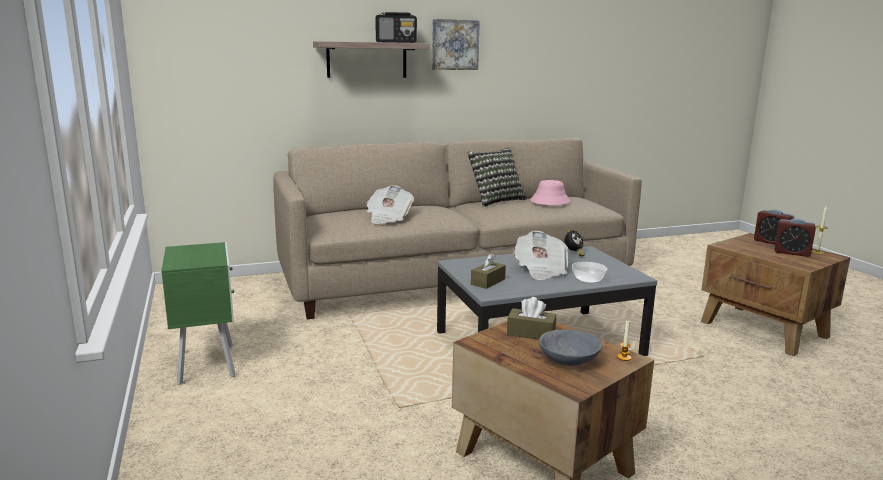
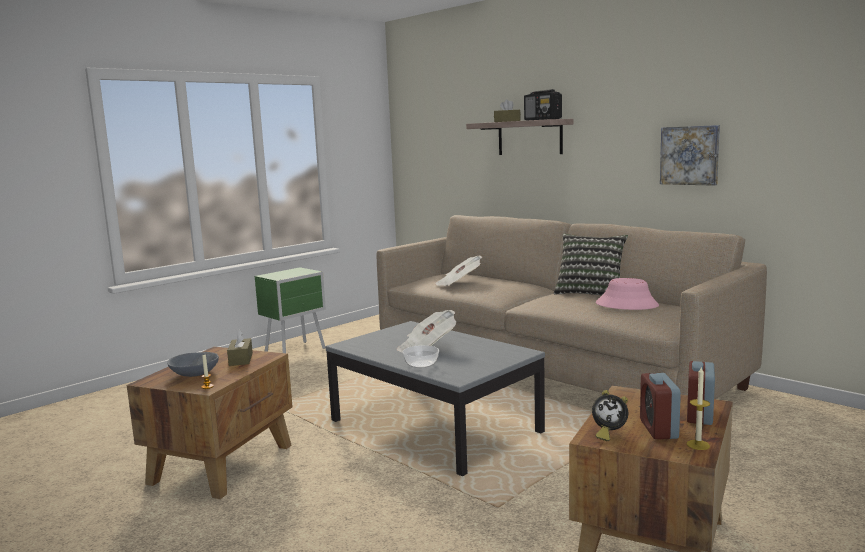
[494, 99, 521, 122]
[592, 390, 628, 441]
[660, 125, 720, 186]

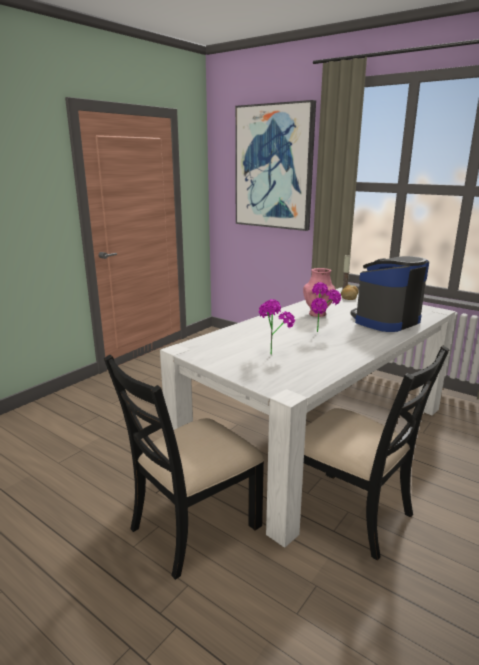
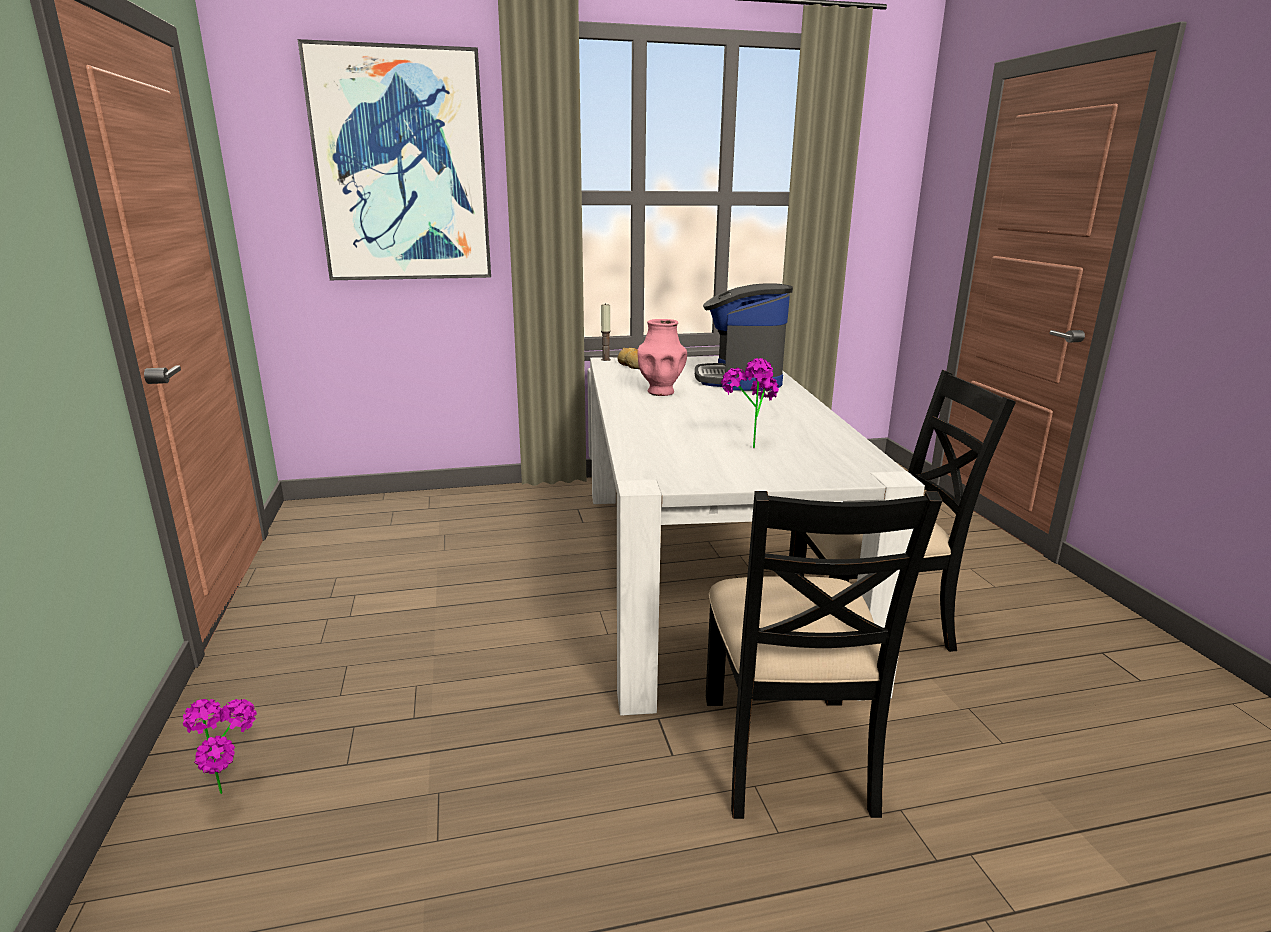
[183, 699, 257, 794]

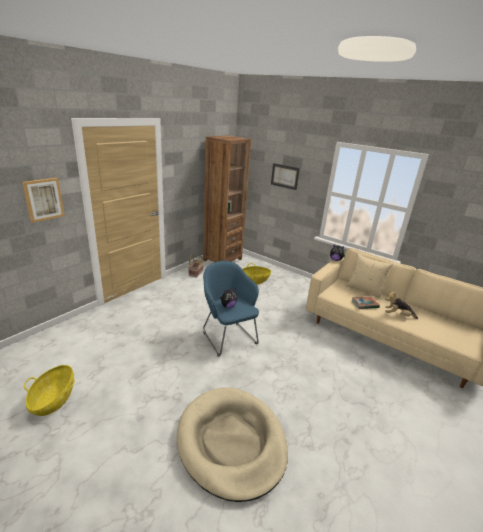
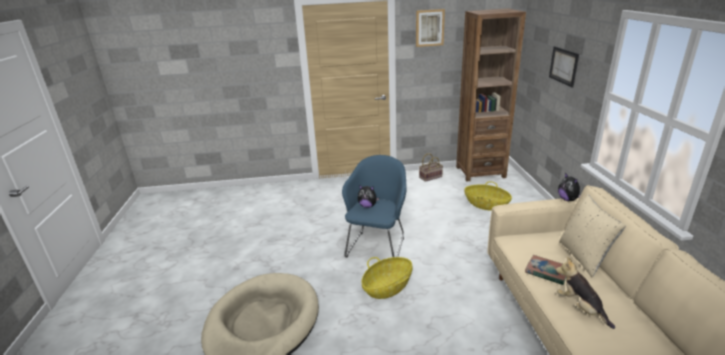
[362, 257, 412, 299]
[416, 9, 445, 47]

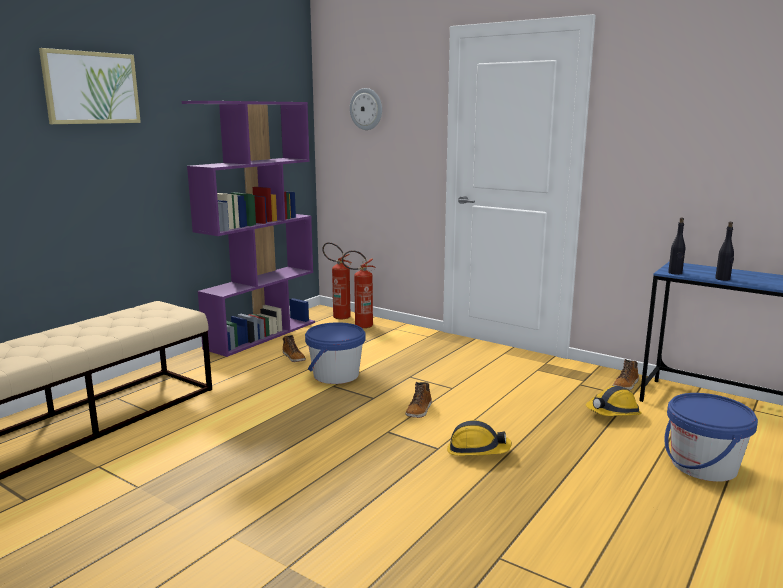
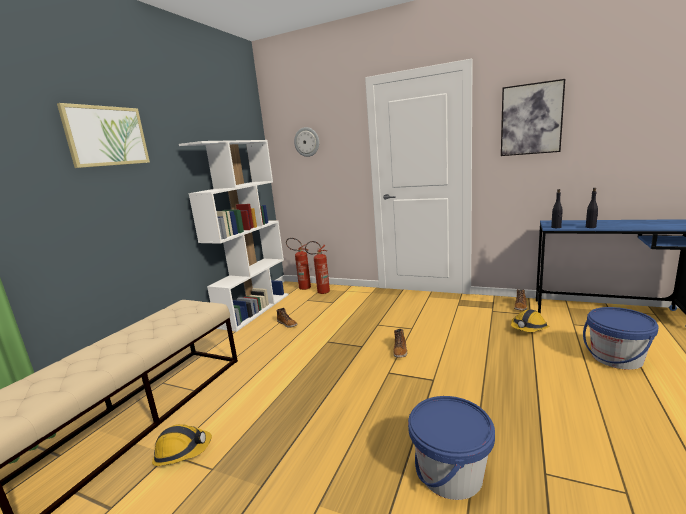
[152, 424, 212, 466]
[179, 140, 289, 332]
[408, 396, 495, 500]
[501, 79, 565, 156]

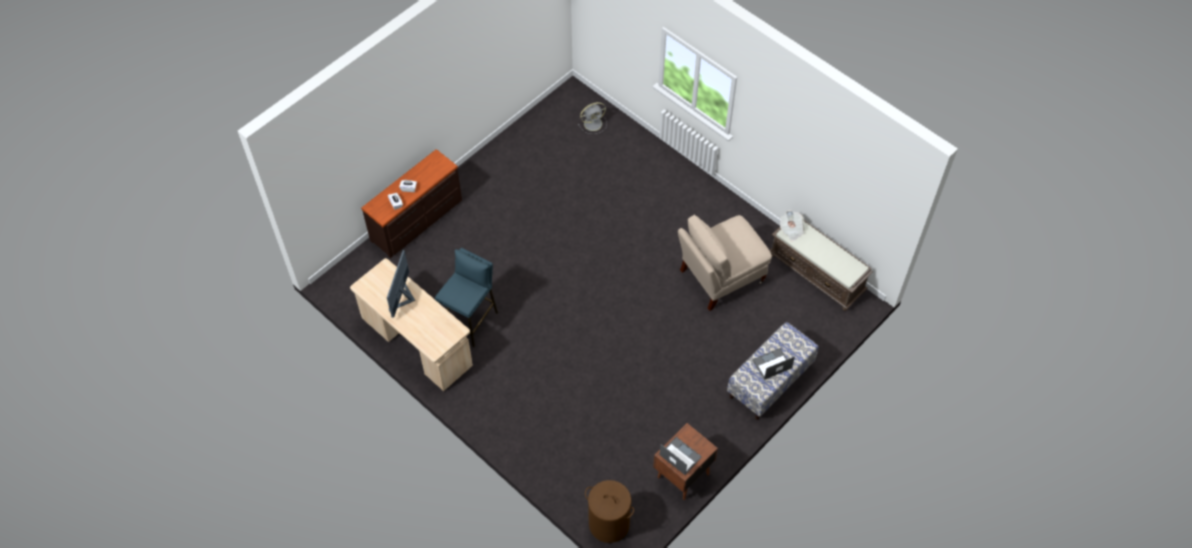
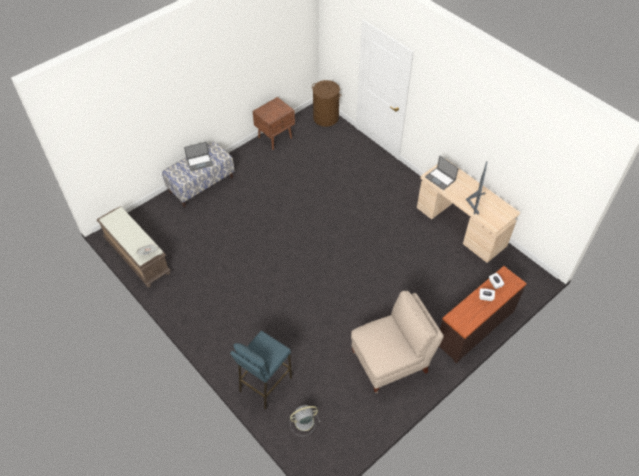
[230, 331, 292, 410]
[351, 291, 444, 393]
[425, 155, 459, 190]

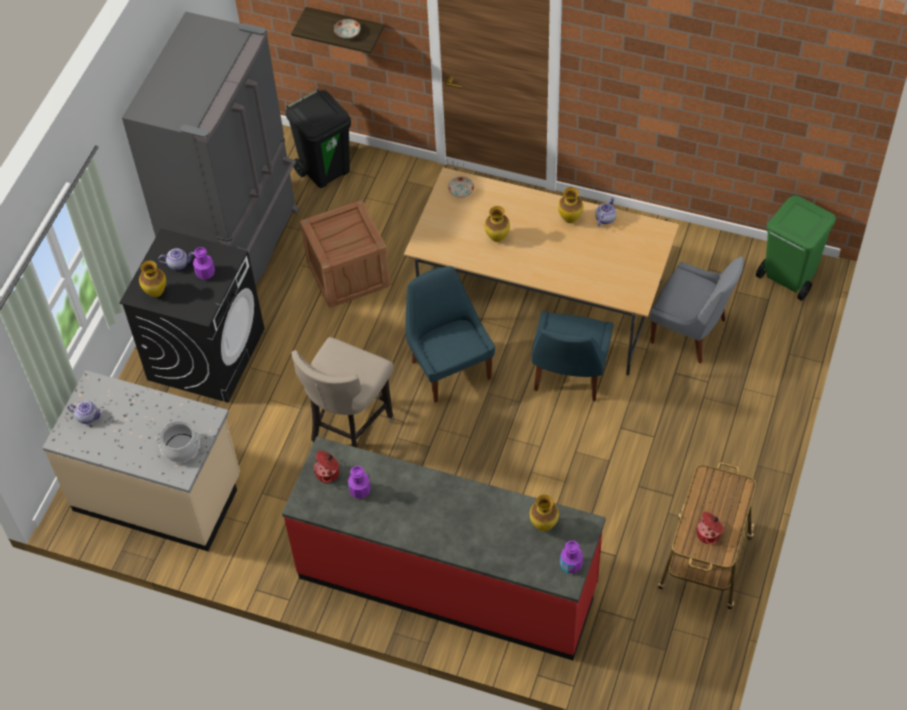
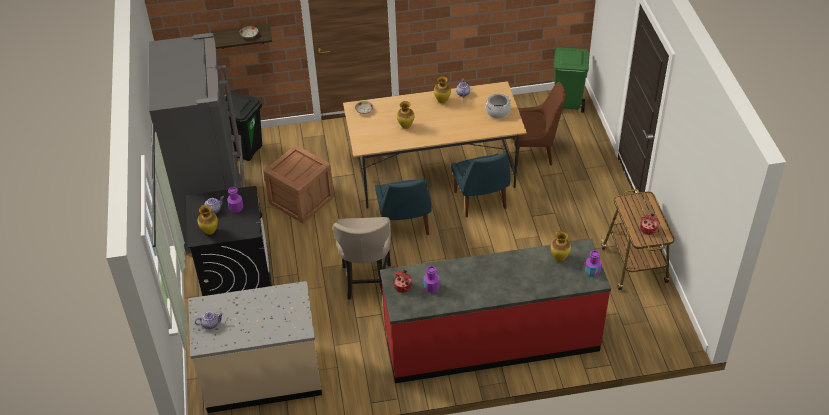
[375, 178, 432, 235]
[486, 93, 511, 119]
[513, 82, 566, 166]

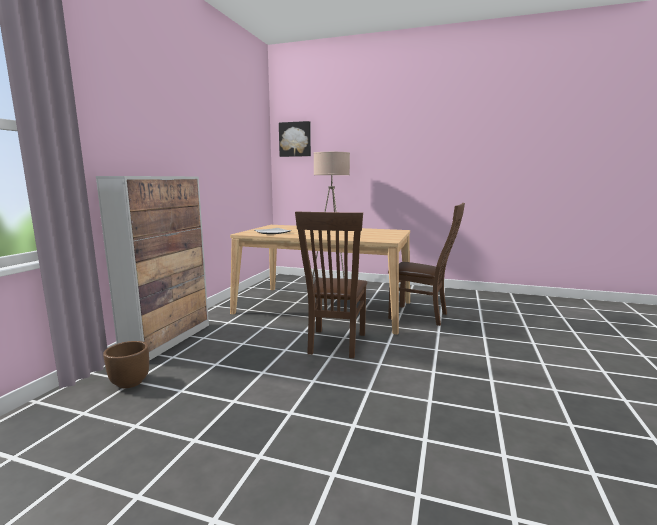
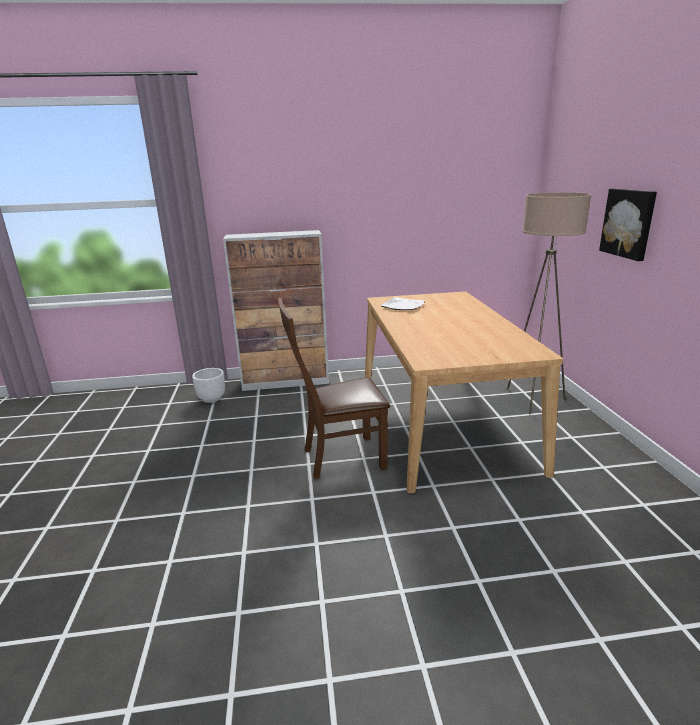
[192, 368, 225, 403]
[599, 188, 657, 261]
[388, 203, 465, 326] (first image)

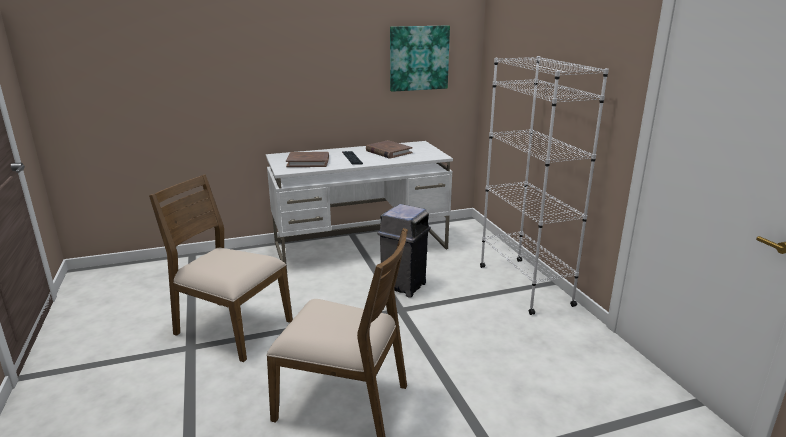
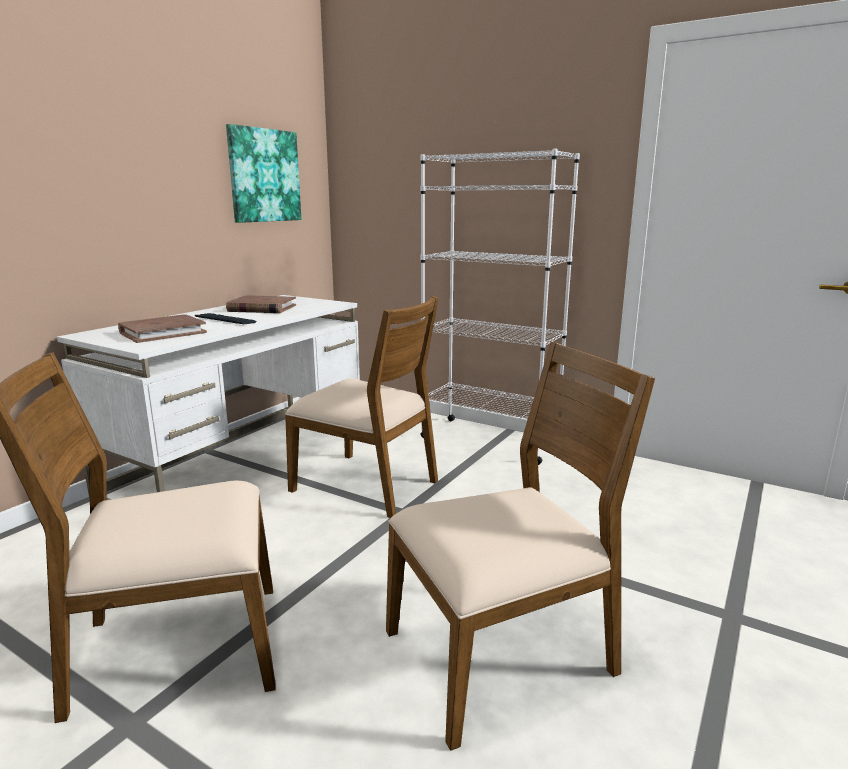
[285, 296, 439, 518]

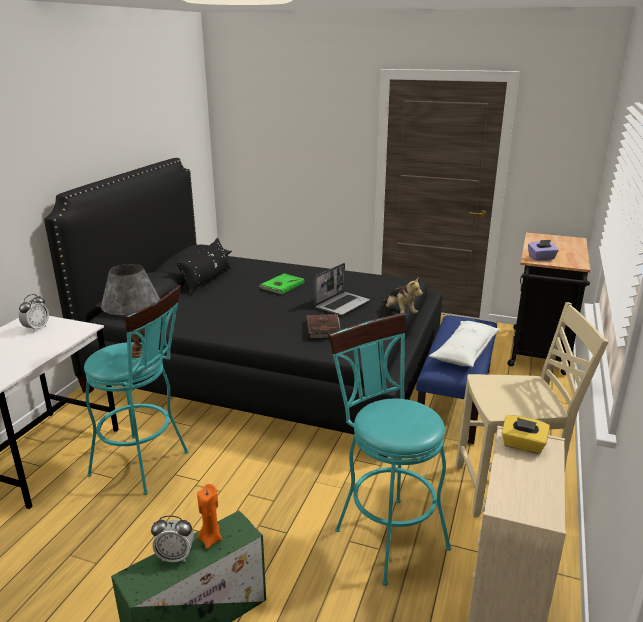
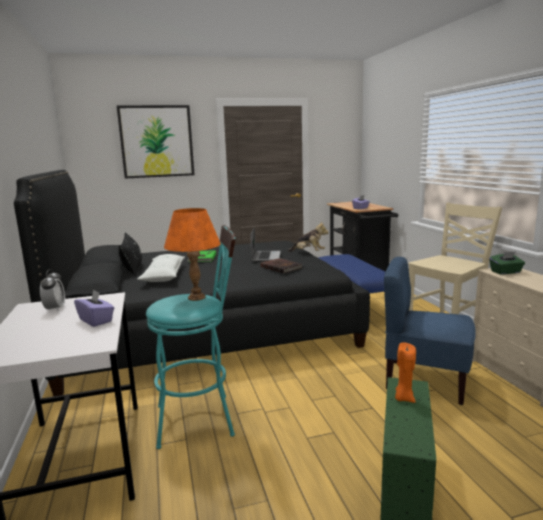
[74, 289, 114, 327]
[117, 105, 195, 179]
[137, 254, 185, 282]
[164, 208, 221, 301]
[384, 257, 476, 405]
[489, 251, 525, 275]
[151, 516, 194, 562] (first image)

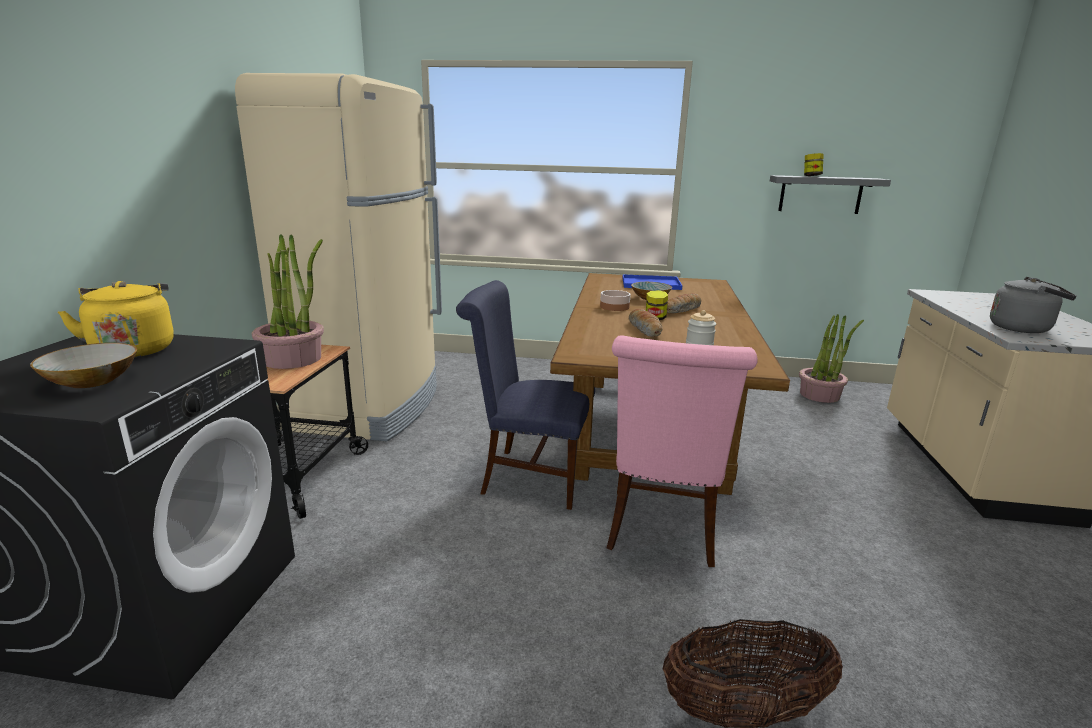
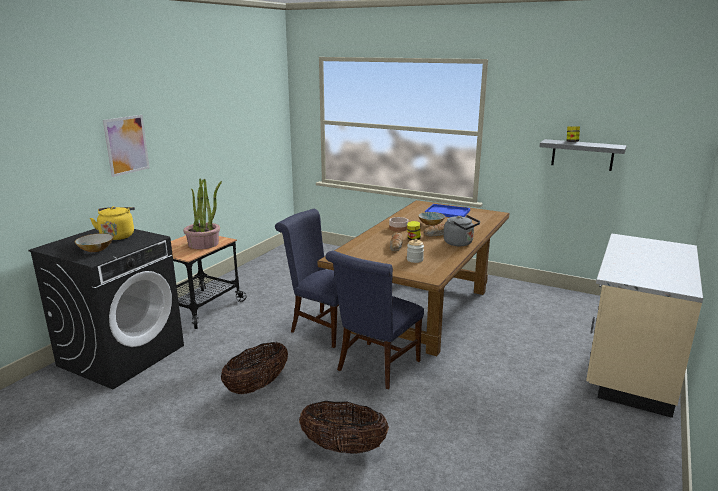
[103, 115, 150, 177]
[221, 342, 288, 394]
[325, 251, 424, 389]
[444, 215, 480, 246]
[235, 73, 442, 441] (first image)
[799, 314, 864, 403] (first image)

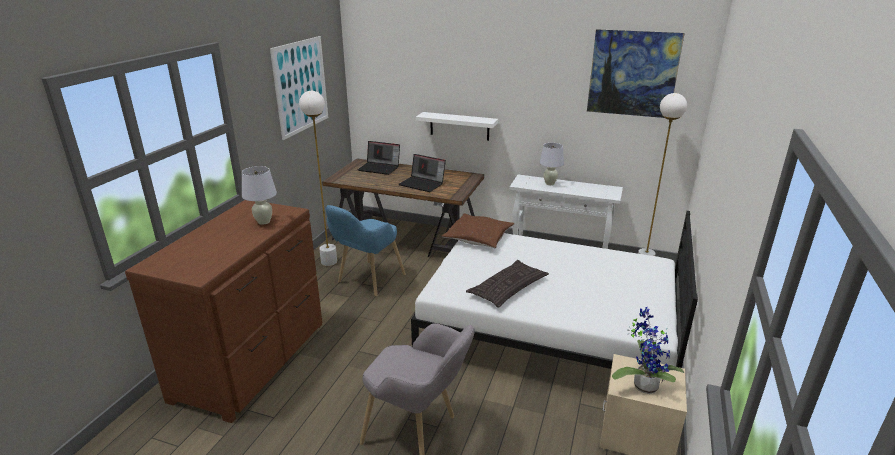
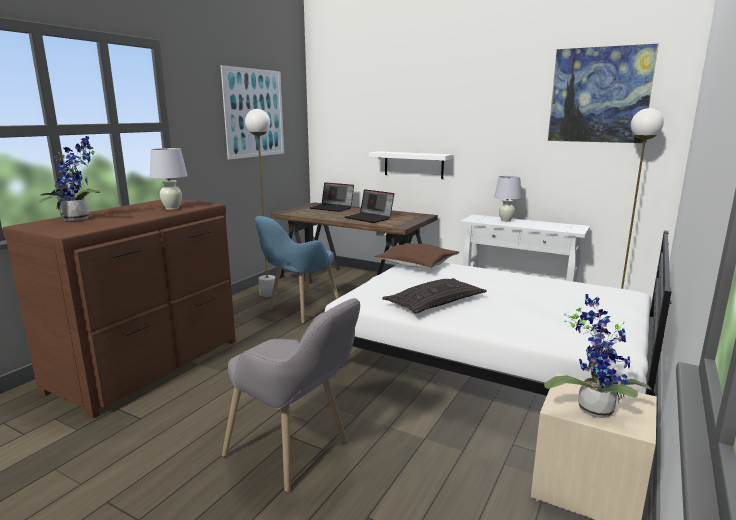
[38, 136, 100, 221]

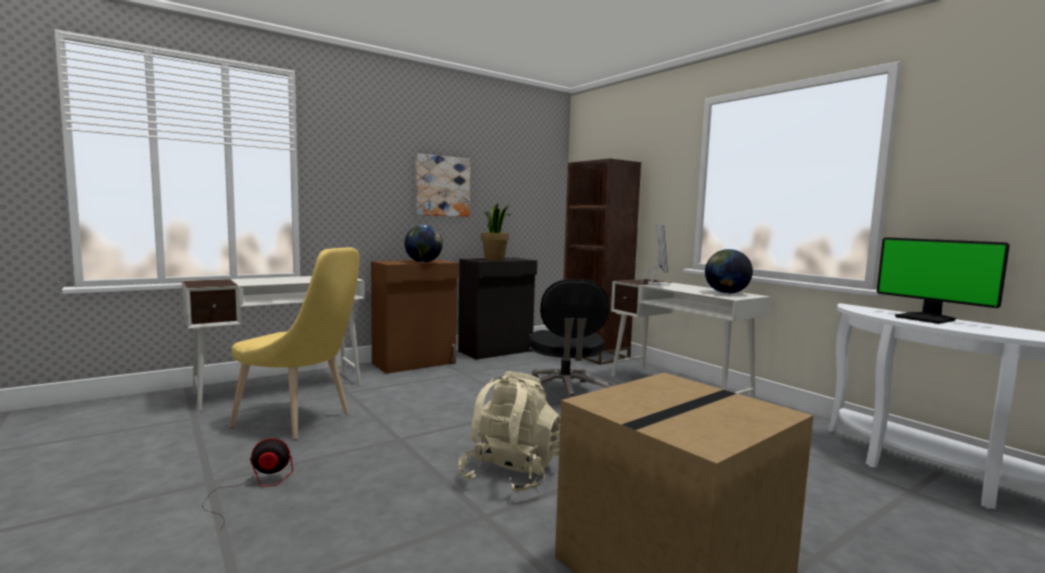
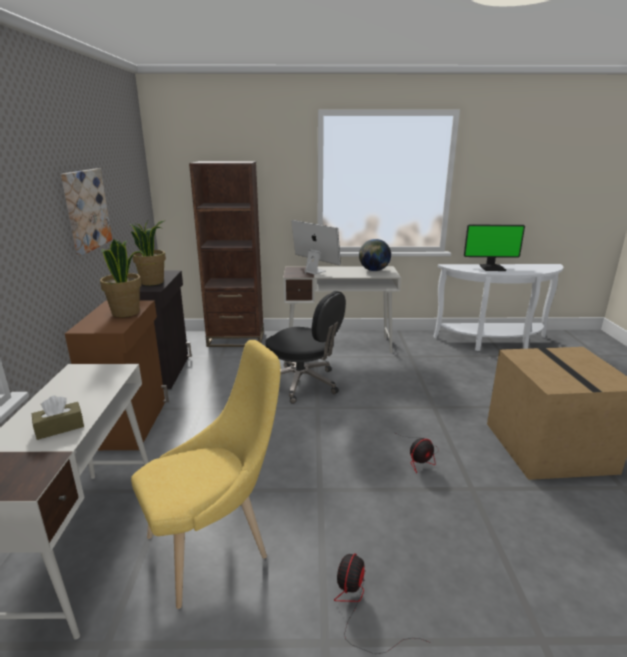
[32, 396, 84, 440]
[100, 240, 143, 317]
[393, 431, 439, 473]

